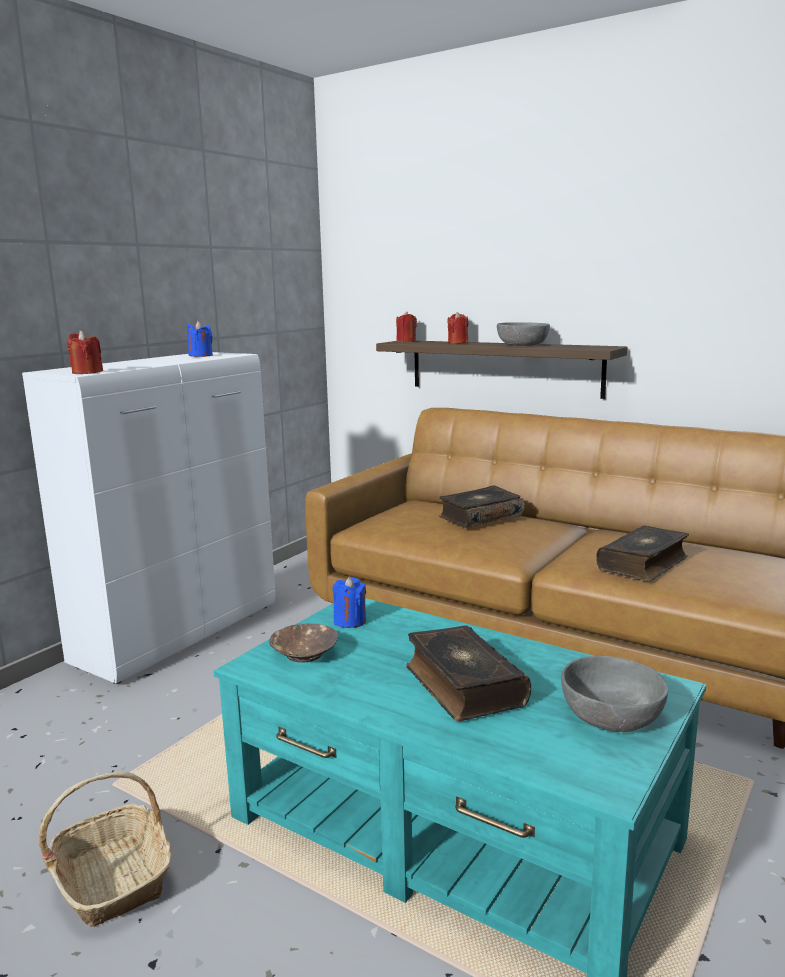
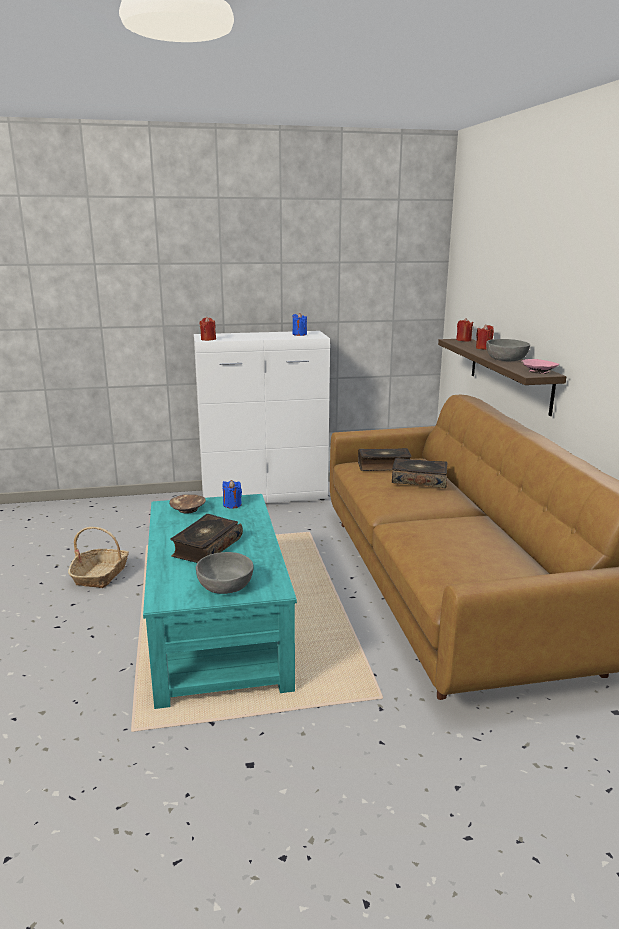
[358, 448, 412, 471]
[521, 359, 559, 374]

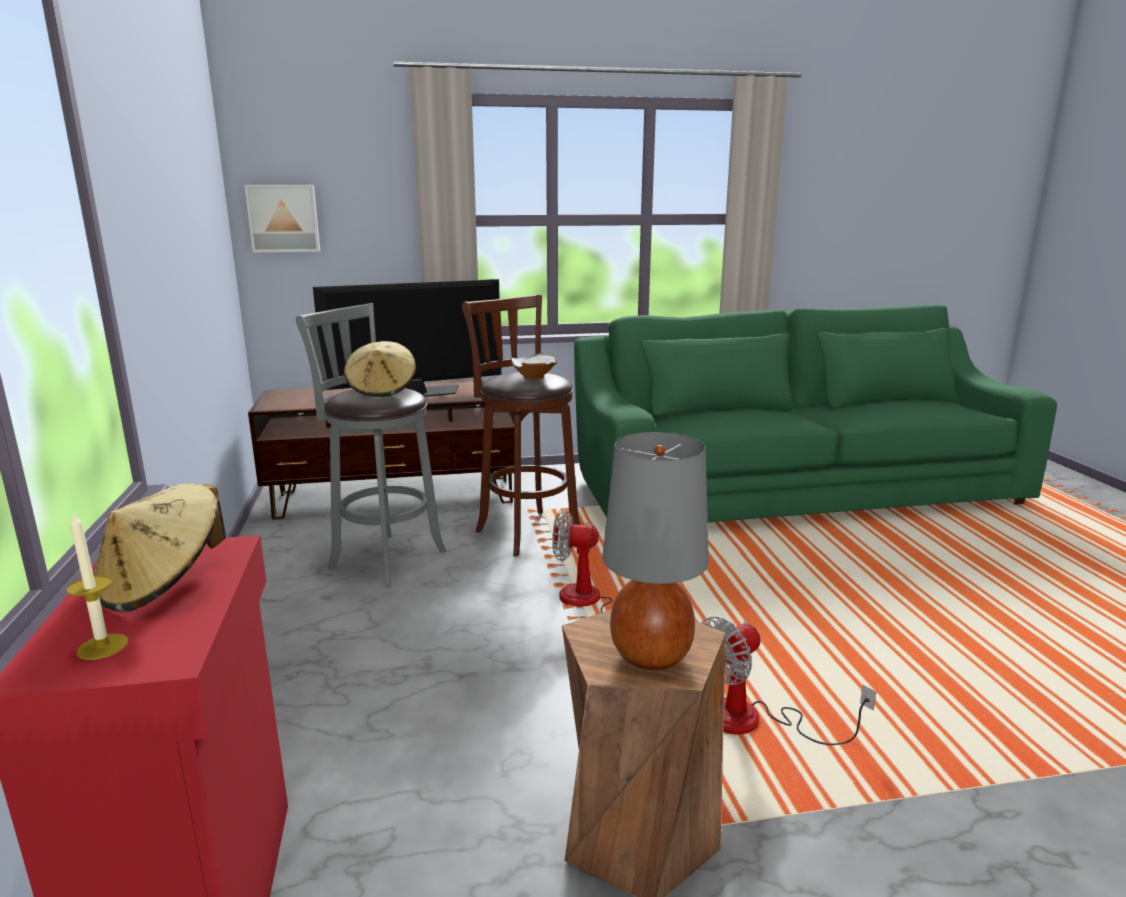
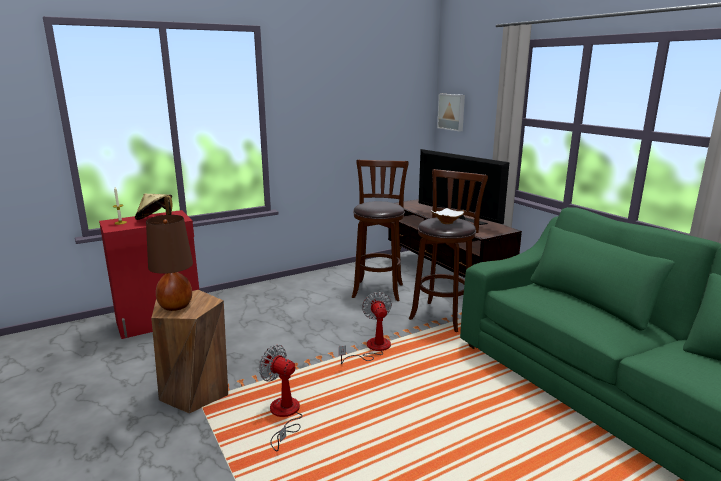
[146, 215, 193, 311]
[352, 159, 409, 301]
[344, 341, 416, 397] (first image)

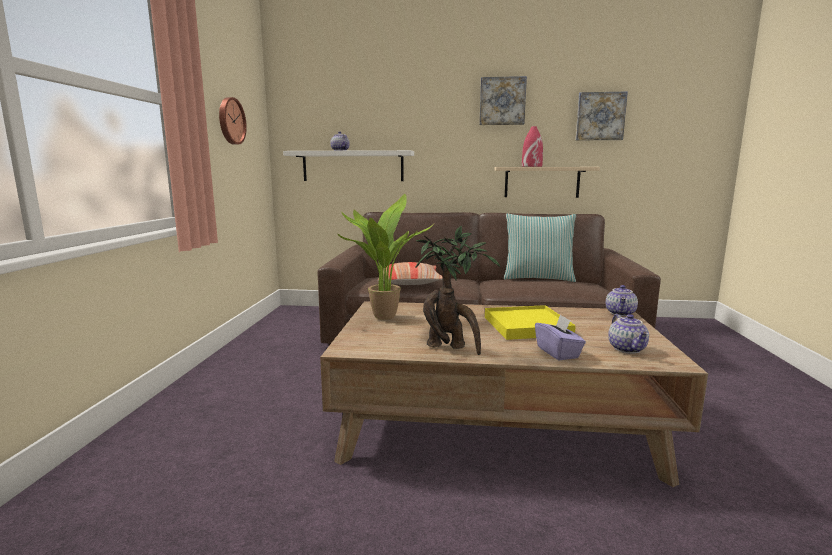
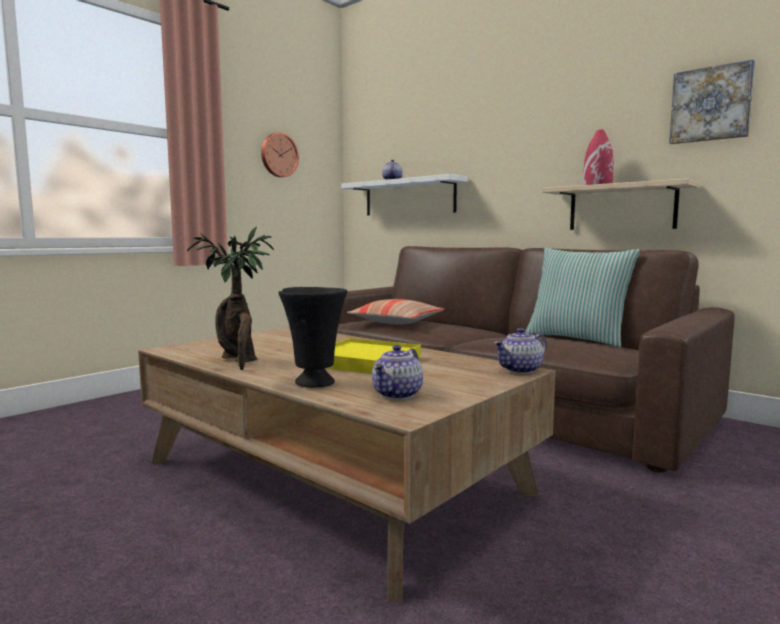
[279, 287, 348, 388]
[338, 194, 434, 320] (first image)
[480, 76, 527, 125] (first image)

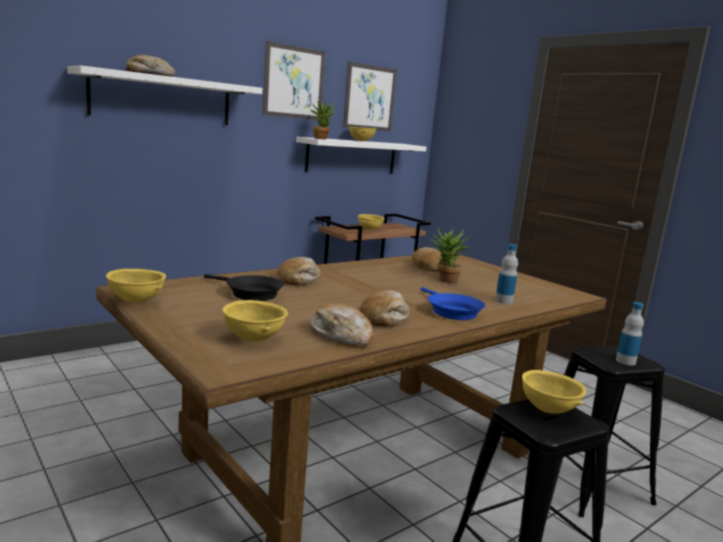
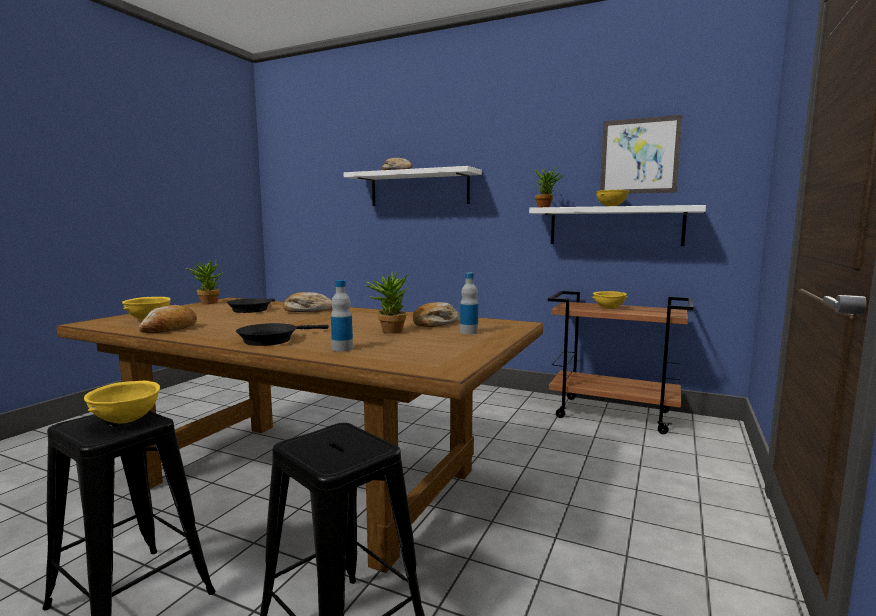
[186, 260, 224, 304]
[236, 323, 329, 346]
[460, 273, 478, 334]
[263, 41, 325, 120] (first image)
[360, 290, 409, 326] (first image)

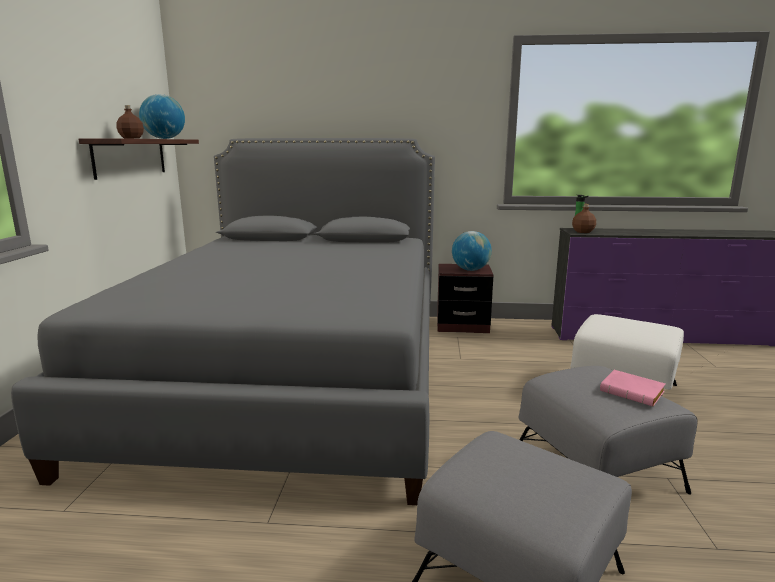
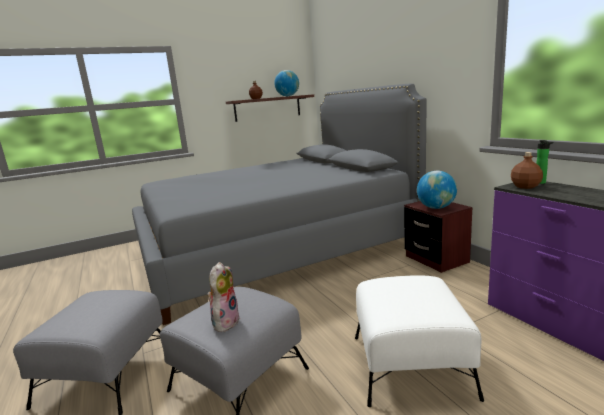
[207, 262, 241, 332]

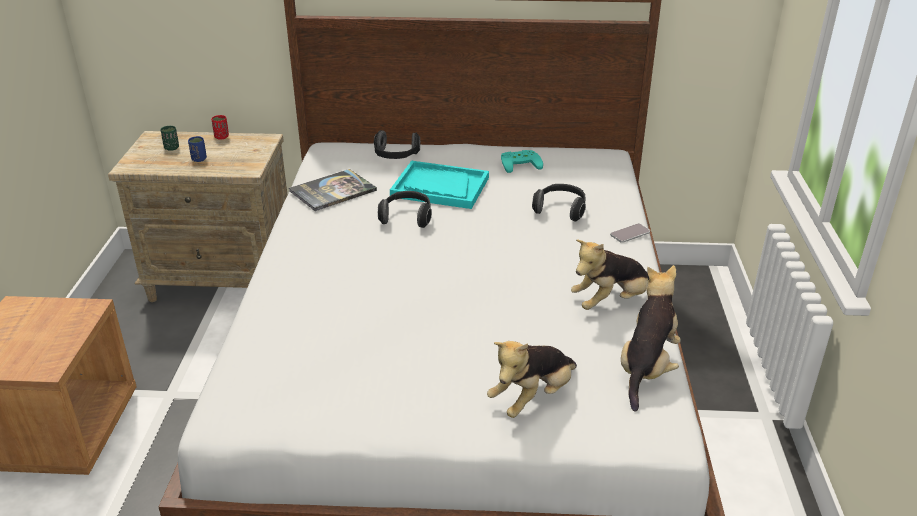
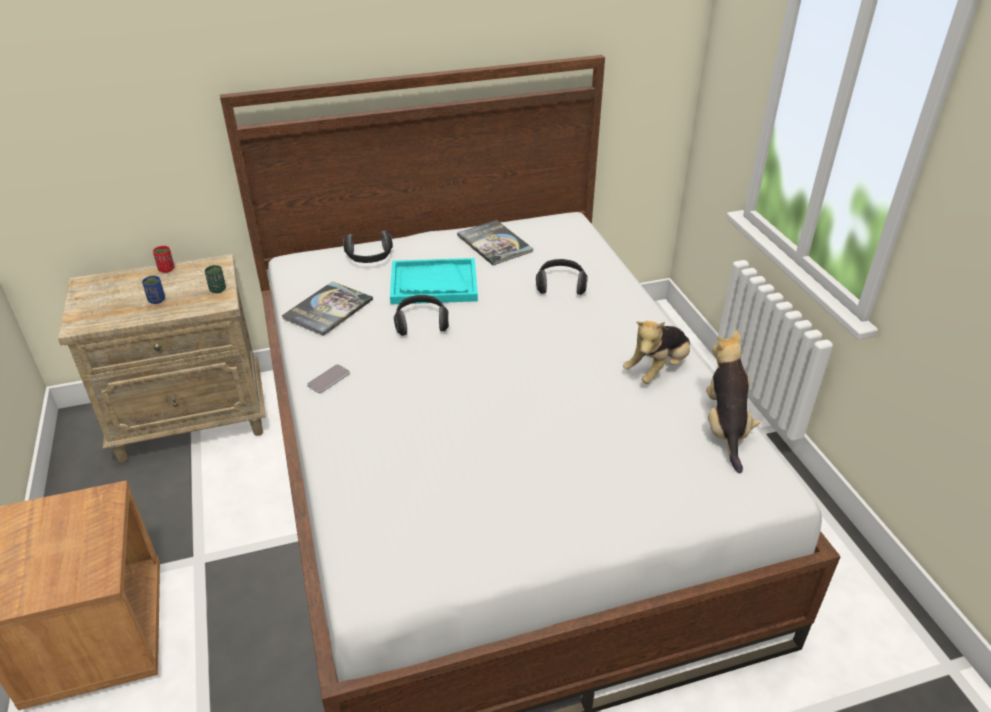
[204, 265, 226, 293]
[307, 364, 350, 393]
[457, 220, 534, 265]
[487, 341, 577, 418] (first image)

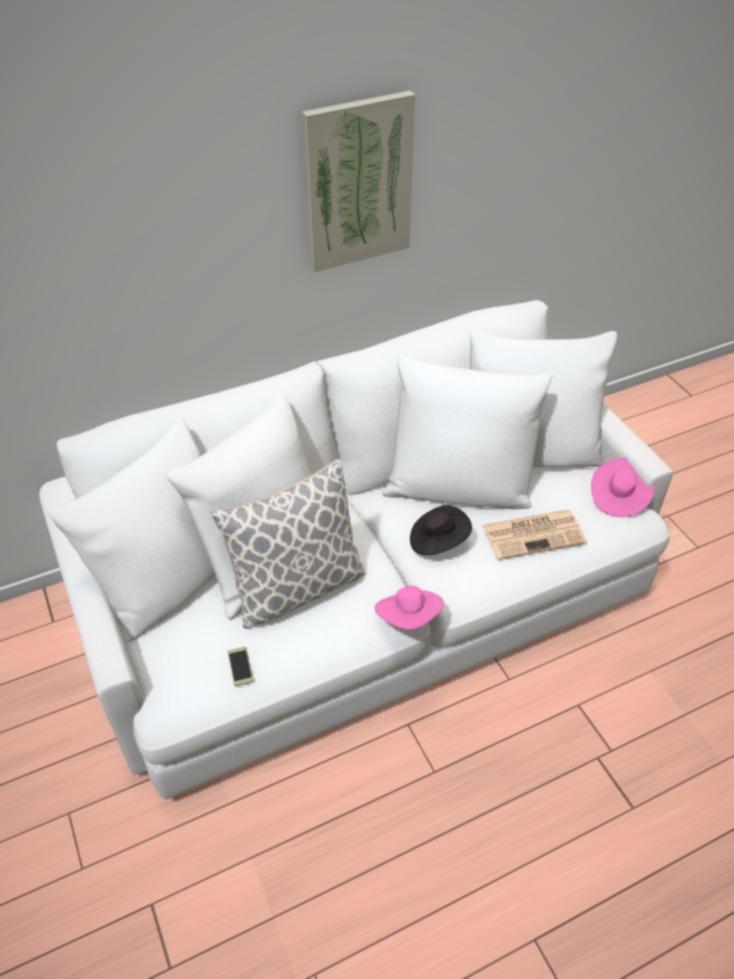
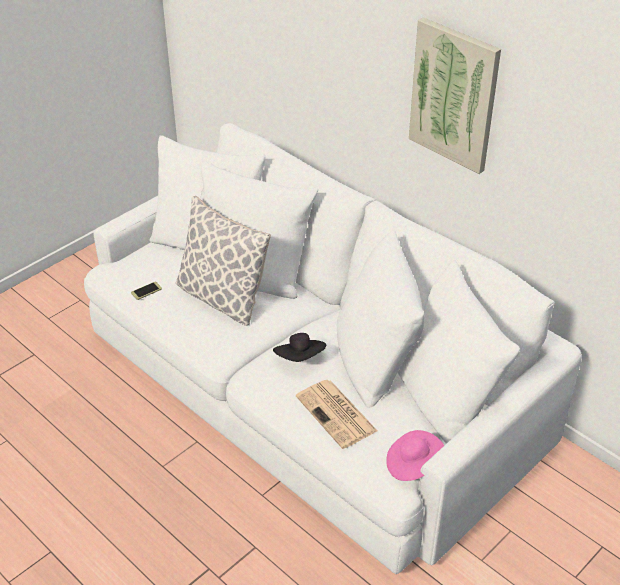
[375, 586, 444, 630] (first image)

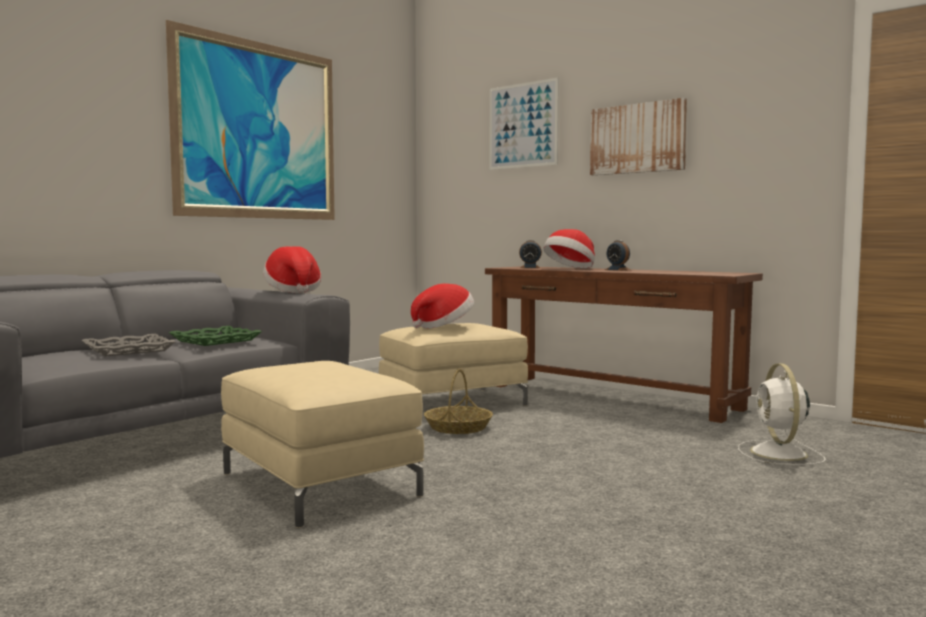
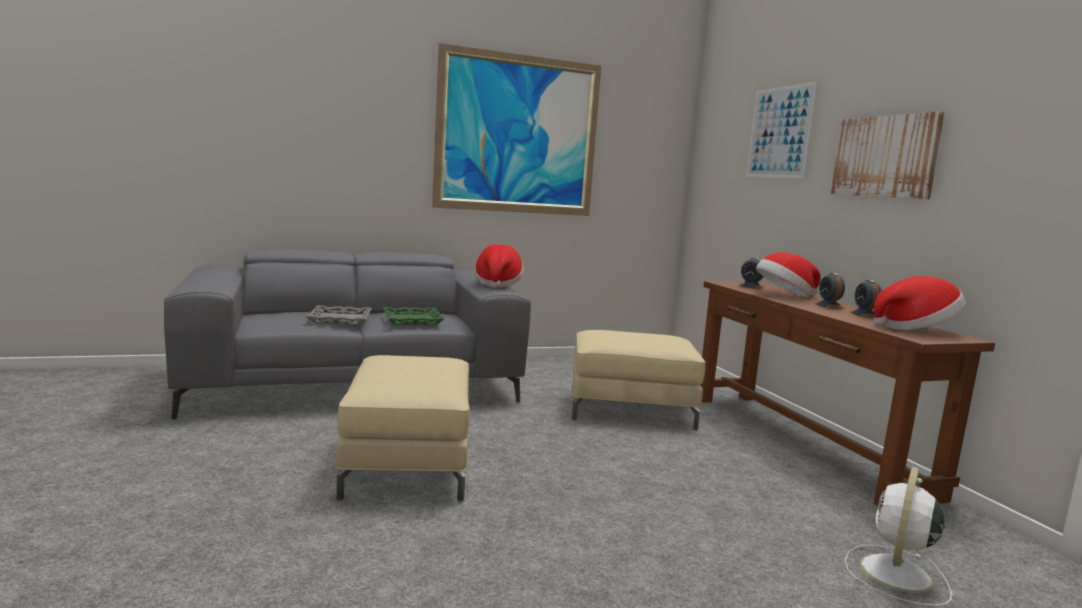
[850, 280, 882, 318]
[873, 276, 966, 330]
[424, 369, 493, 434] (first image)

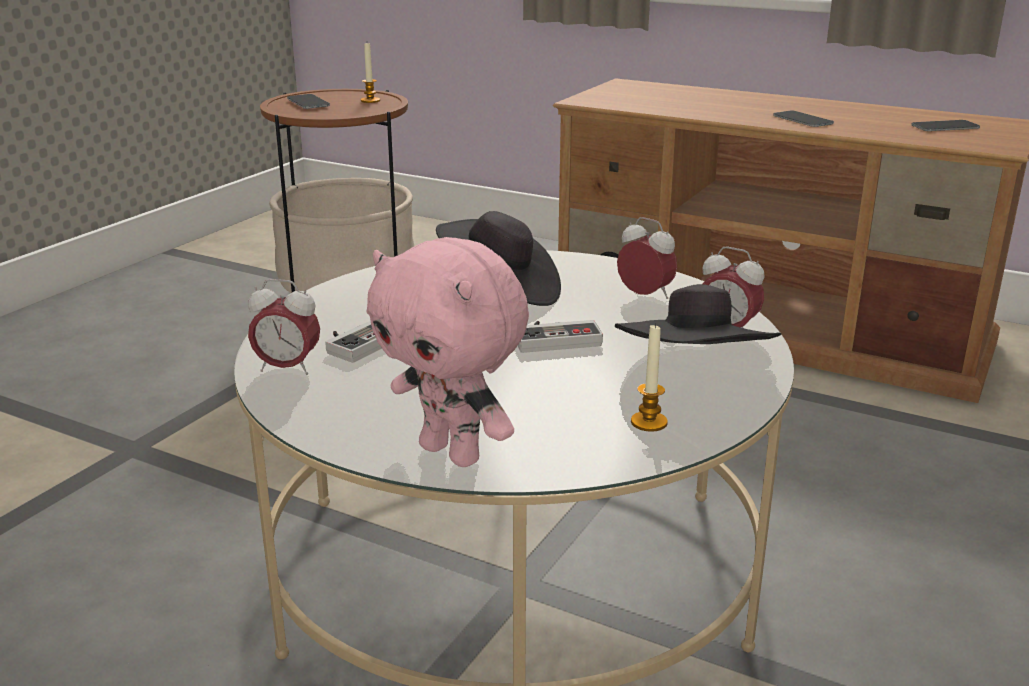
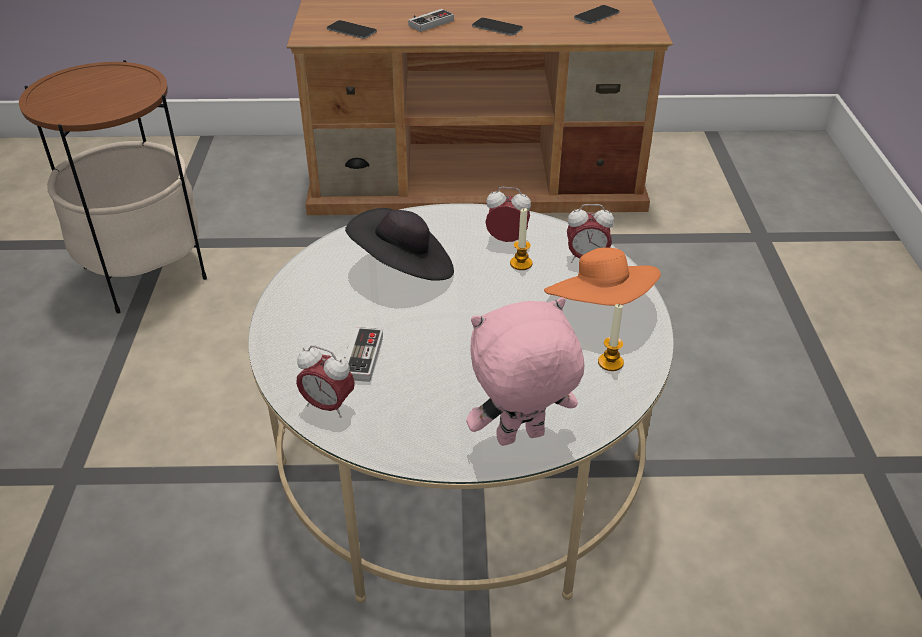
[296, 345, 355, 418]
[327, 20, 377, 39]
[408, 9, 454, 32]
[466, 297, 584, 446]
[510, 208, 532, 270]
[544, 248, 661, 306]

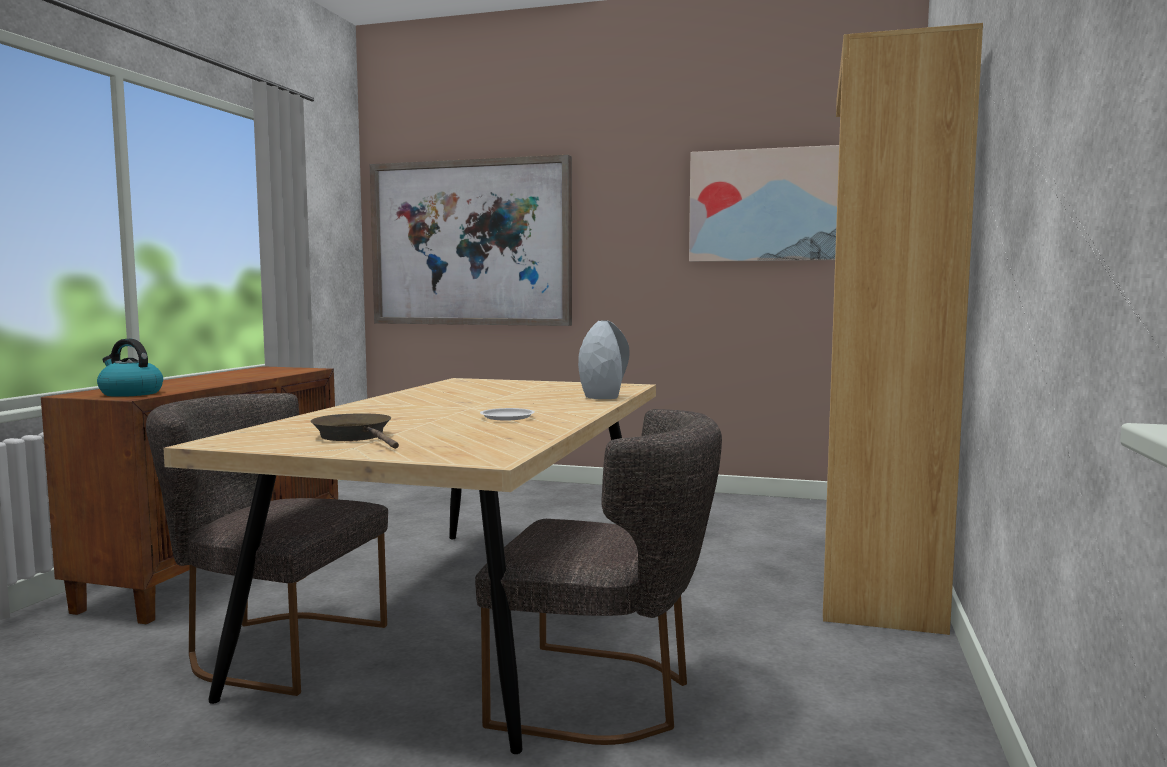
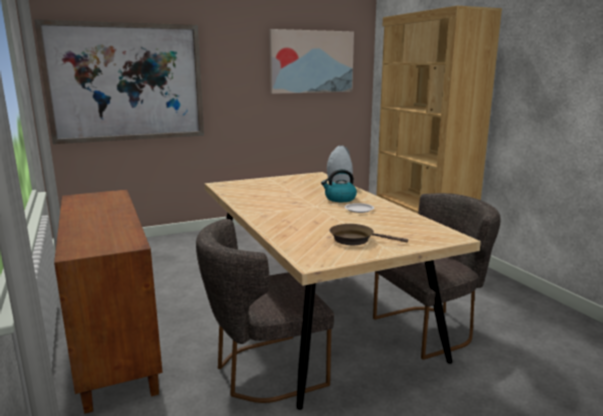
[321, 169, 357, 202]

